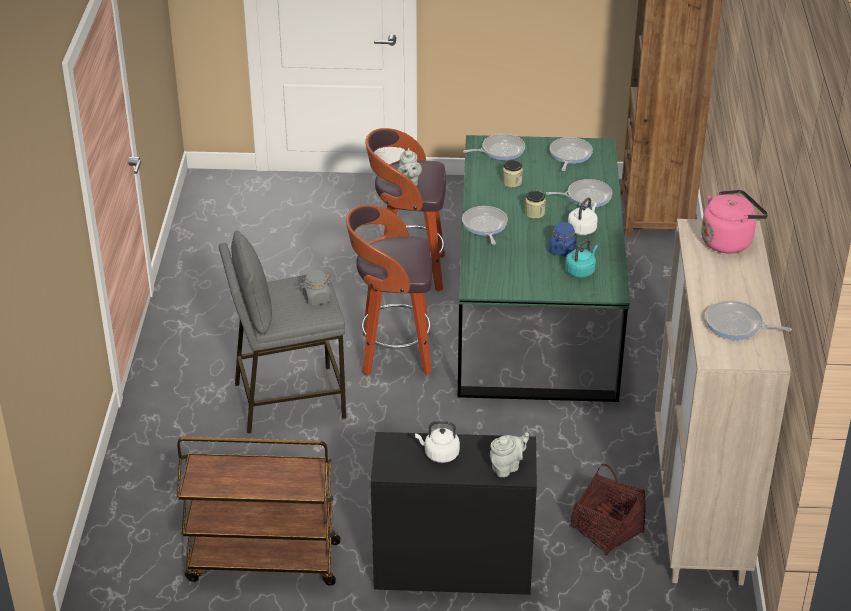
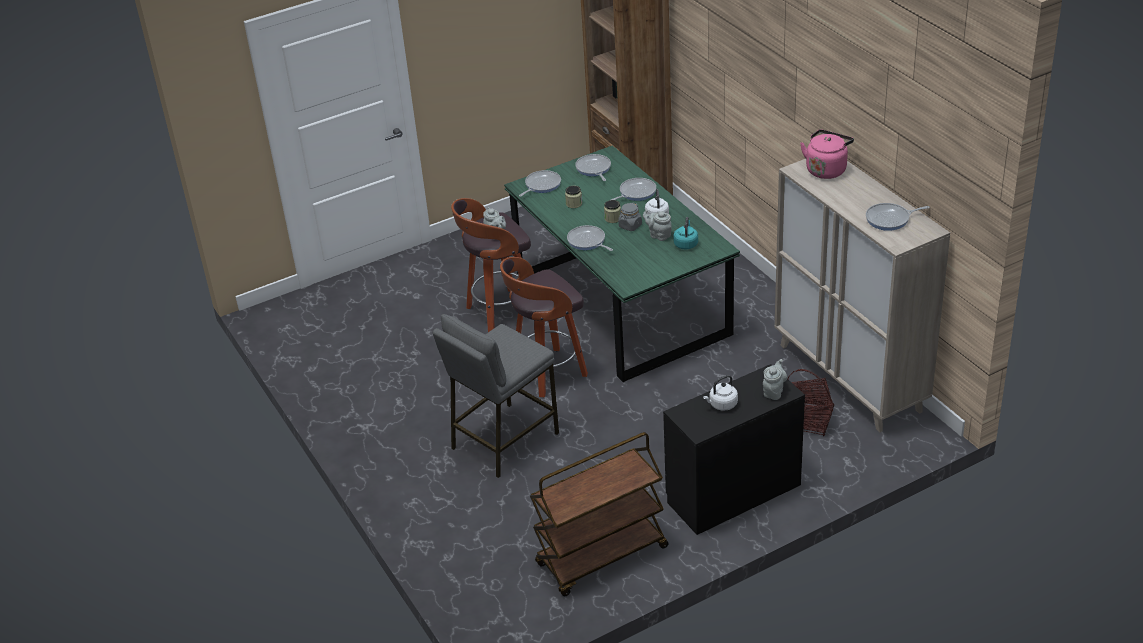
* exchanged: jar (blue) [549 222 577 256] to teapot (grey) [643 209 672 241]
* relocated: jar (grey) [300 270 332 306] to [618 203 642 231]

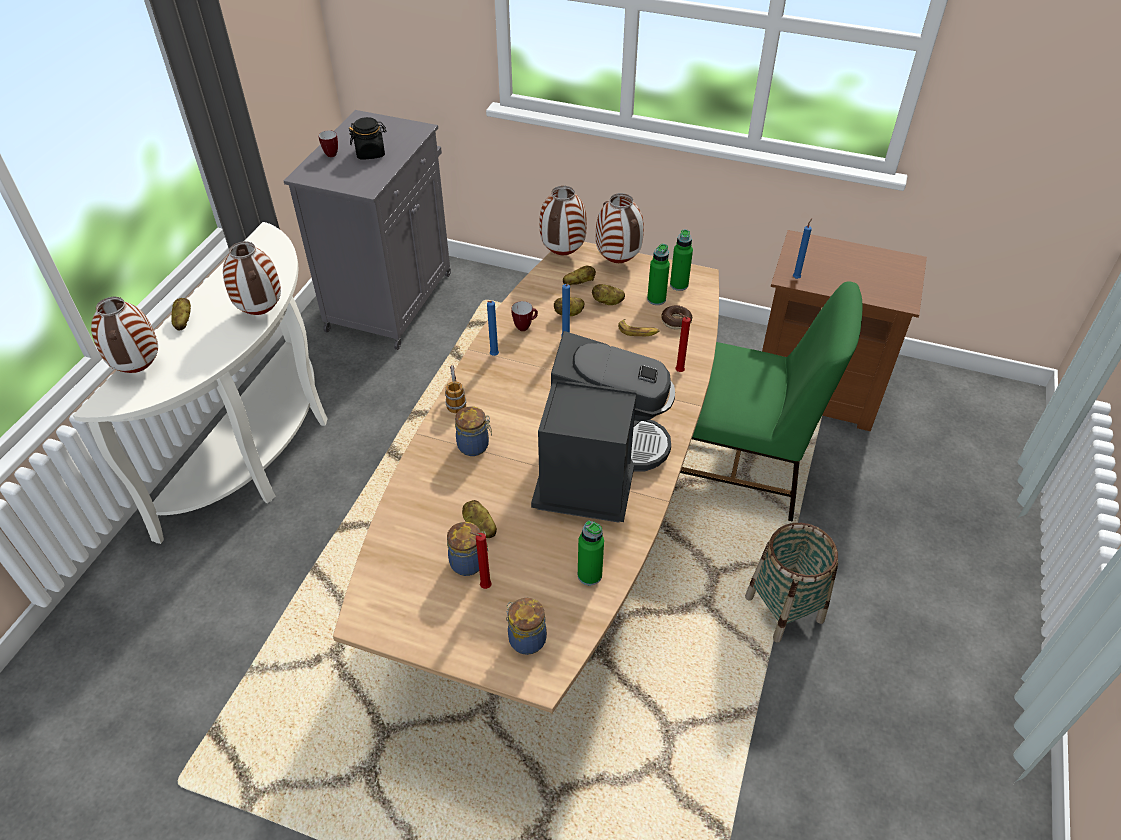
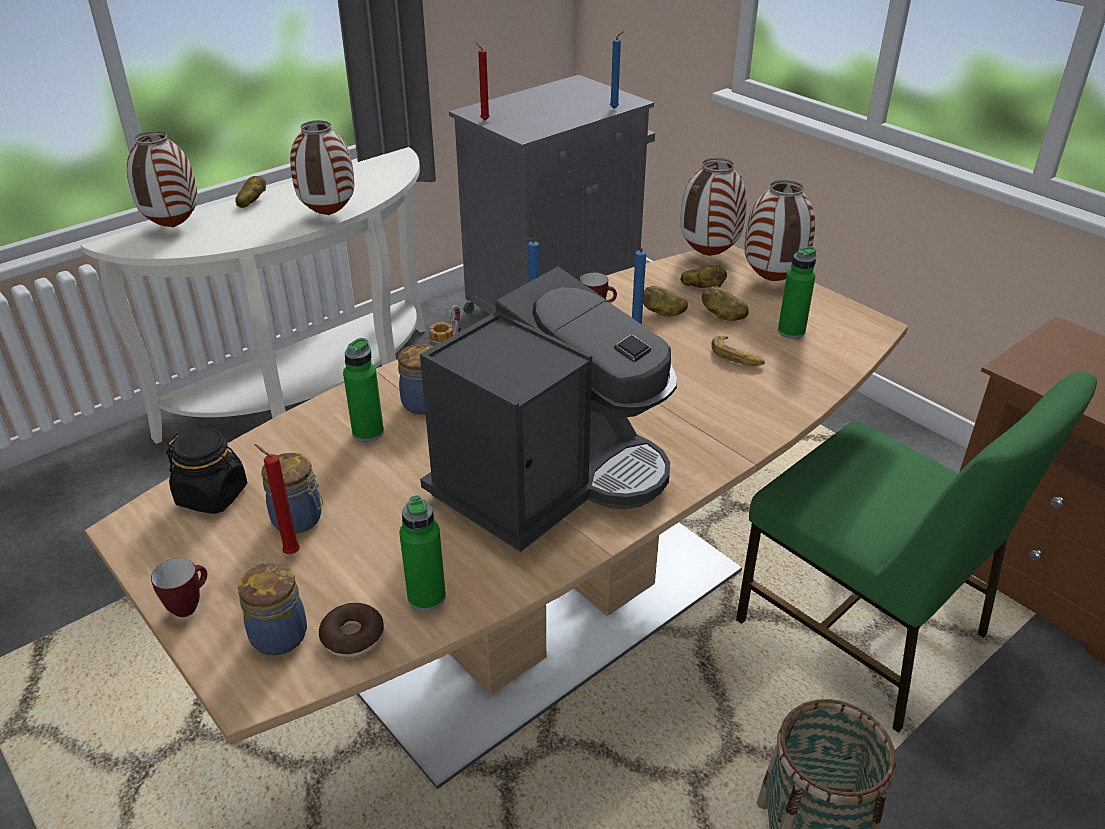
* relocated: jar (black) [349 117 386 159] to [166 428 247 514]
* relocated: mug [318 130 338 157] to [151 558 207 617]
* relocated: candle (blue) [793 218 812 279] to [610 31 624 109]
* relocated: bottle (green) [670 229 693 291] to [343 338 384 442]
* relocated: donut [661 305 692 329] to [319 603 384 658]
* relocated: candle (red) [675 313 691 372] to [475 42 490 120]
* missing: potato [462 500 497 538]

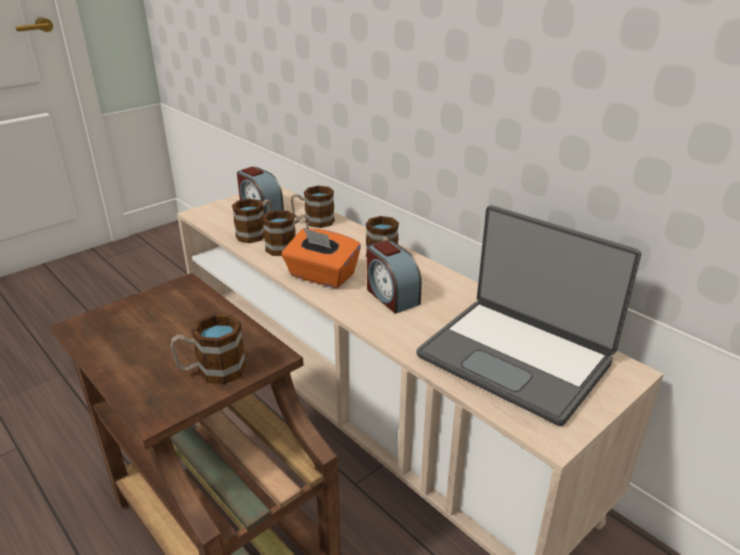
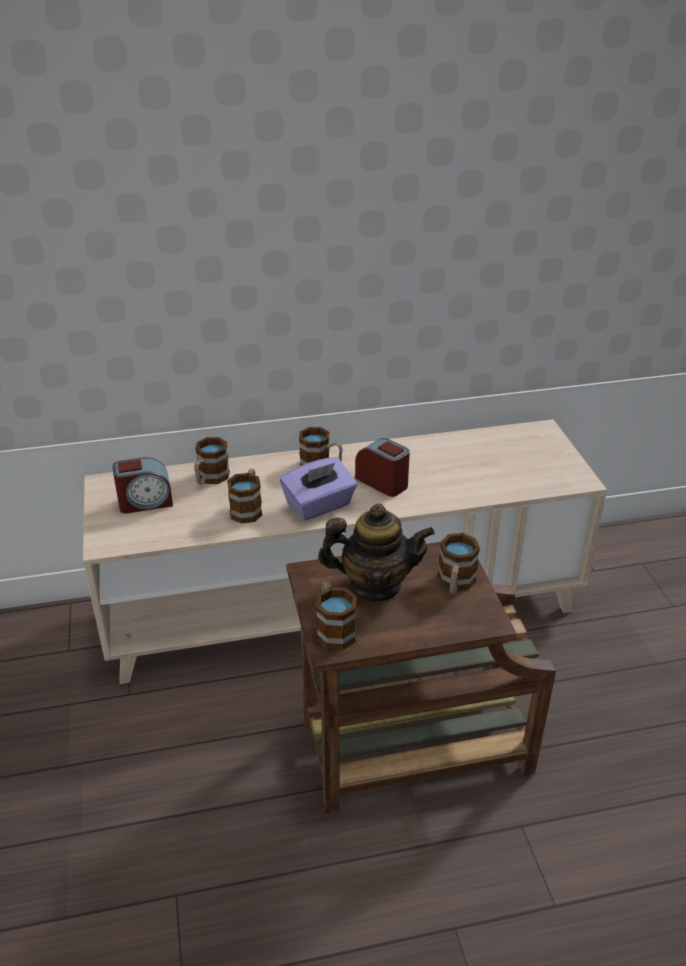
* relocated: mug [232 199 272 243] to [316 580 357 650]
* missing: laptop [416 205 641 426]
* colour: tissue box (orange) [281 227 361 288] to tissue box (purple) [280 458 357 521]
* spun: alarm clock [367 240 422 314] = [355 438 410 497] 135 degrees counterclockwise
* appeared: teapot [318 503 435 602]

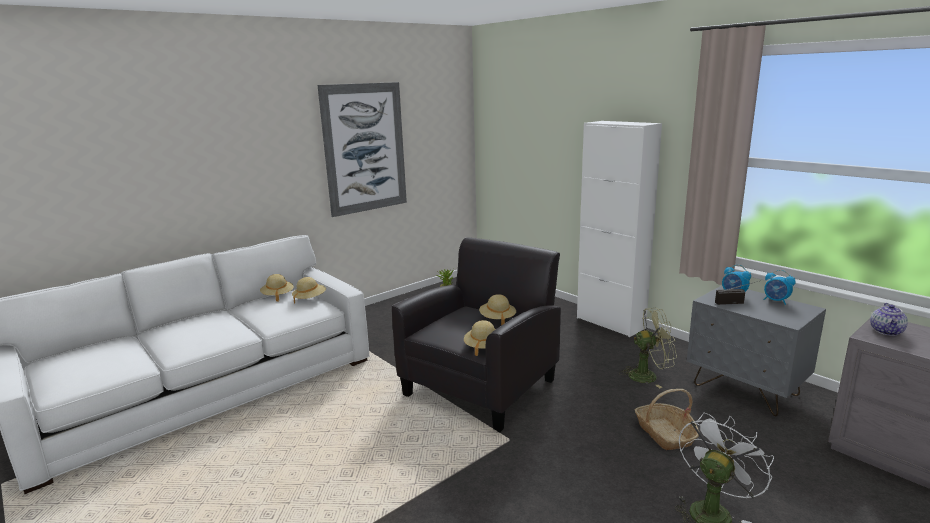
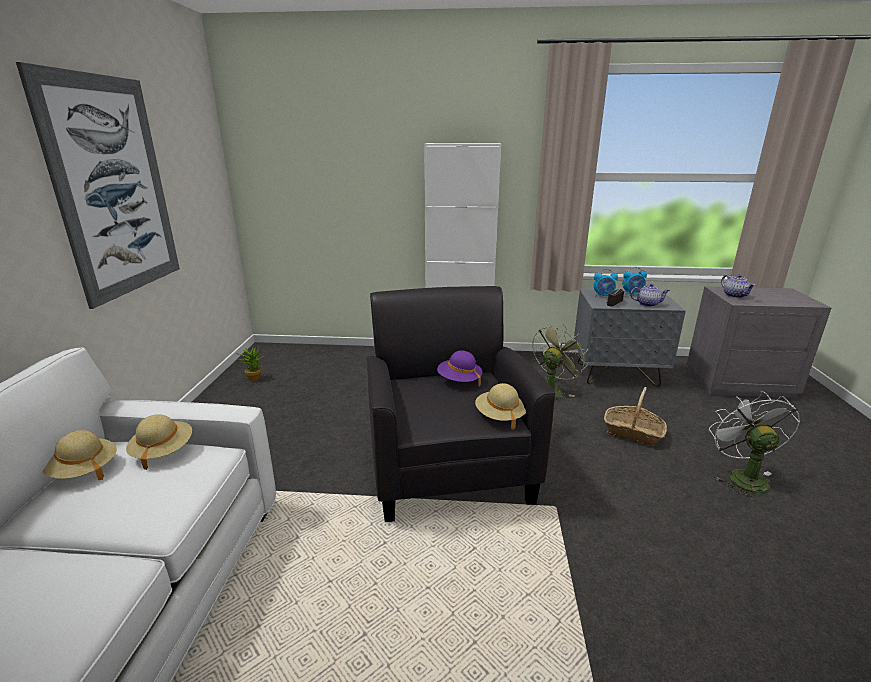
* colour: hat (beige) [479 294 516 325] to hat (purple) [437 350 482 386]
* appeared: teapot [630 284 670 307]

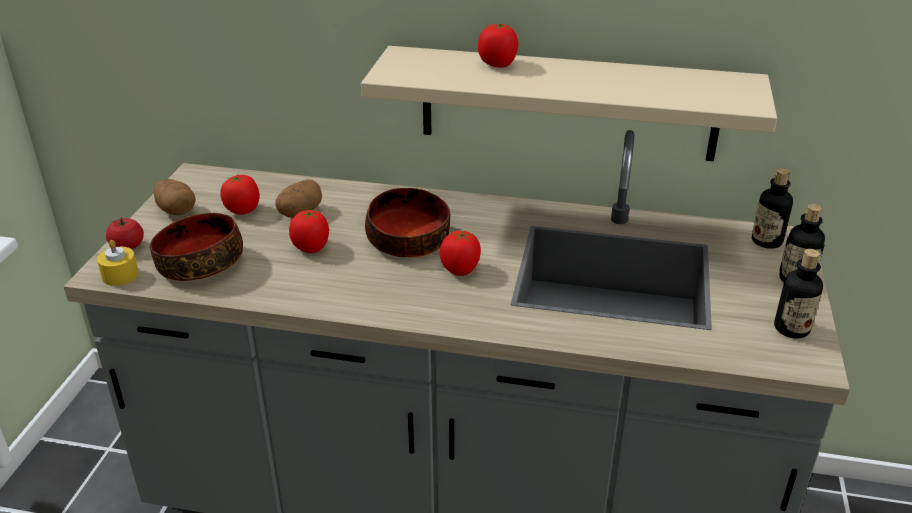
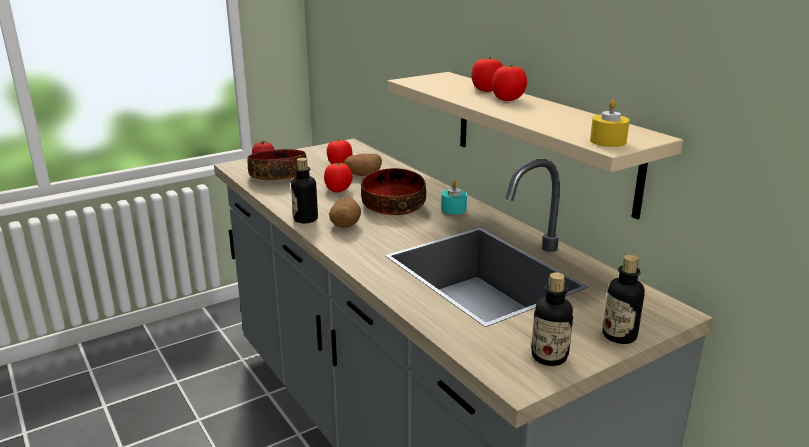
* relocated: bottle [752 168 793 249] to [291 158 318 223]
* relocated: potato [154 179 196 215] to [329 197 361 228]
* relocated: tomato [440 231 481 276] to [492 65 527 101]
* relocated: candle (yellow) [97 240 139 286] to [590 100 630 147]
* appeared: candle (turquoise) [441 181 467 214]

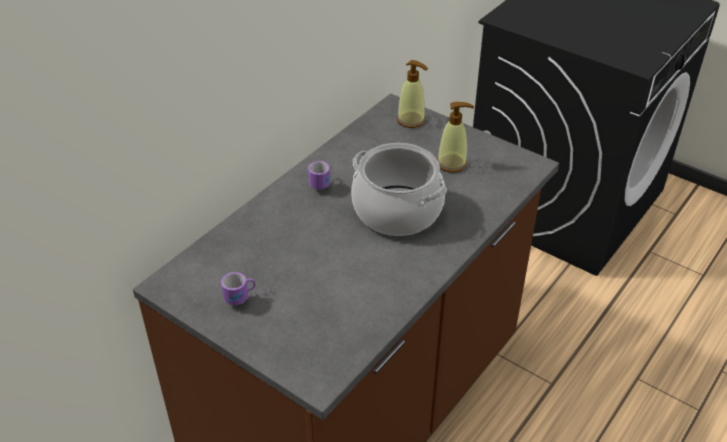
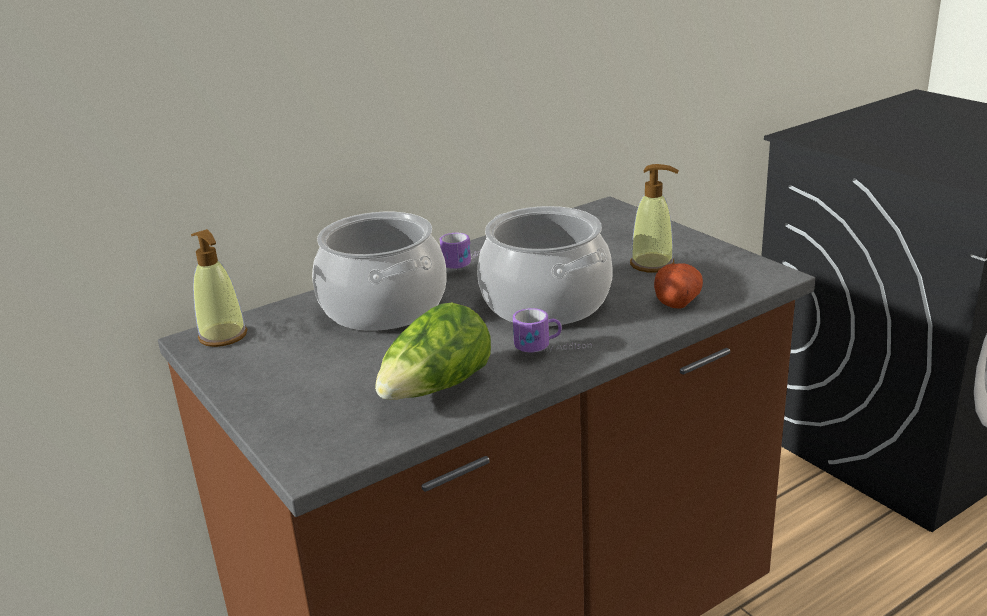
* relocated: soap dispenser [397 60 428 128] to [191 229 247 347]
* relocated: mug [221 272 277 305] to [513 308 592 353]
* appeared: cooking pot [312 212 447 331]
* appeared: potato [654 263 703 309]
* appeared: lettuce [375 303 491 400]

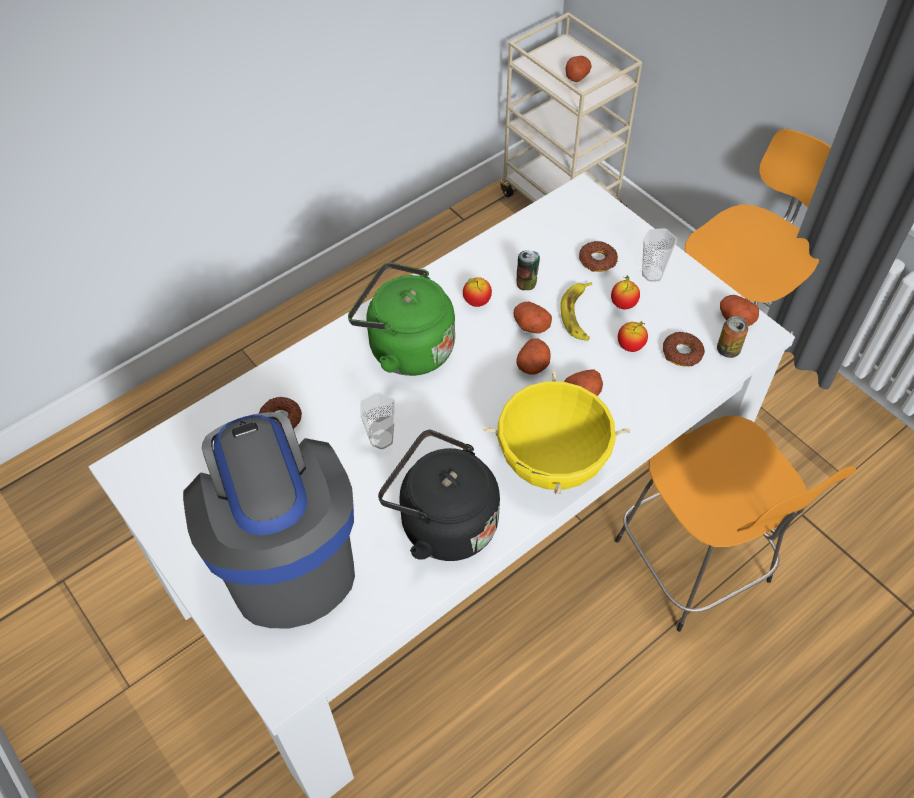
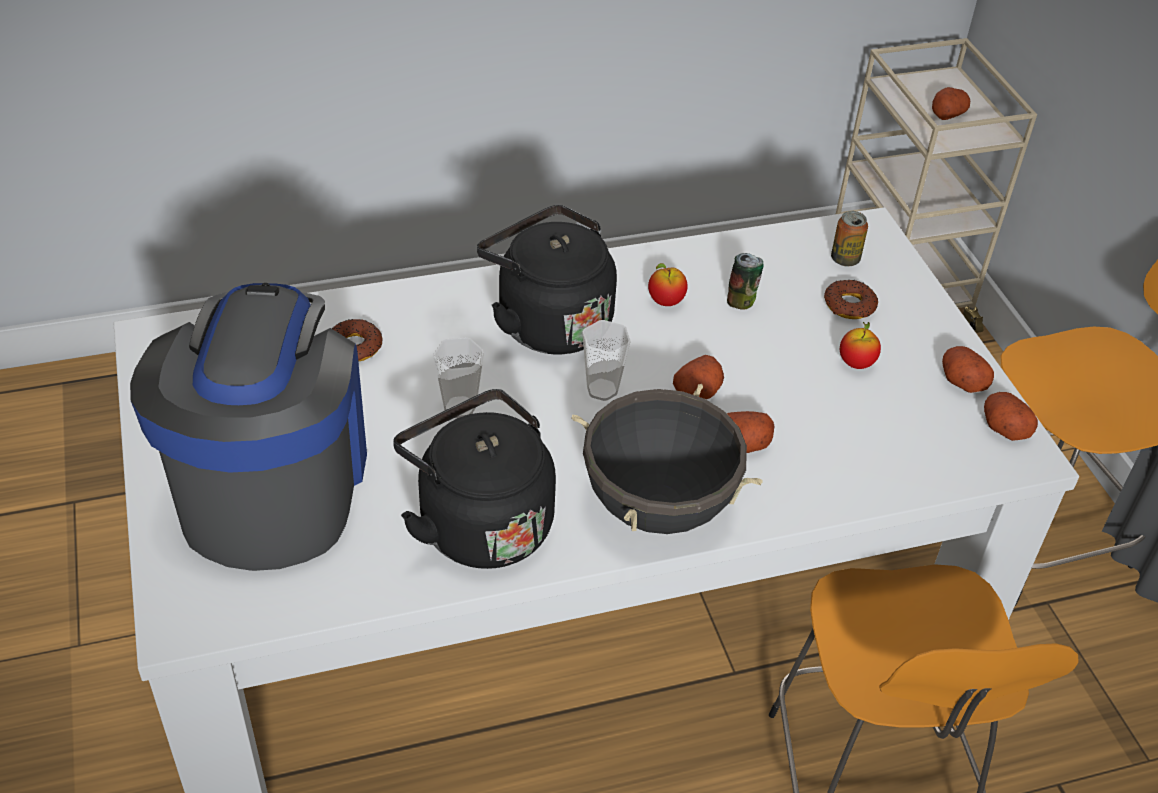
* relocated: cup [642 228 677 282] to [582 320 631 401]
* colour: kettle (green) [348 262 455 376] to kettle (black) [477 205 617 355]
* missing: banana [560 282 592 341]
* relocated: potato [514 302 552 334] to [942 346 994 393]
* relocated: can [717 316 748 358] to [831 211 868 267]
* missing: apple [618 321 648 352]
* missing: donut [663 332 705 366]
* colour: cooking pot (yellow) [483 370 631 494] to cooking pot (black) [571 384 763 534]

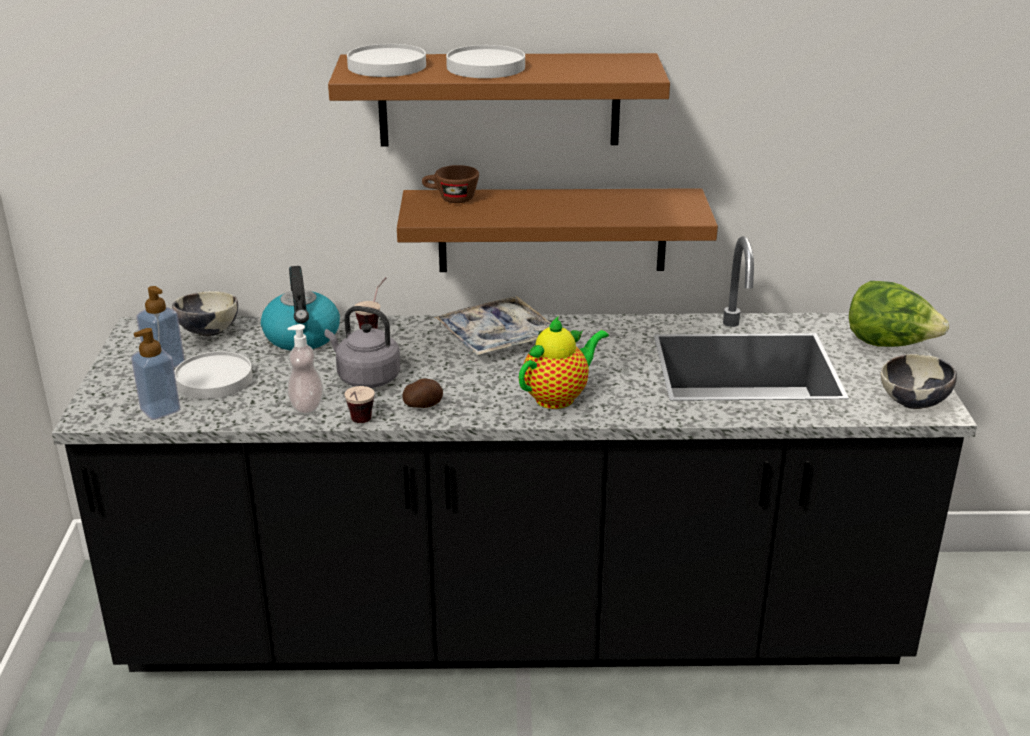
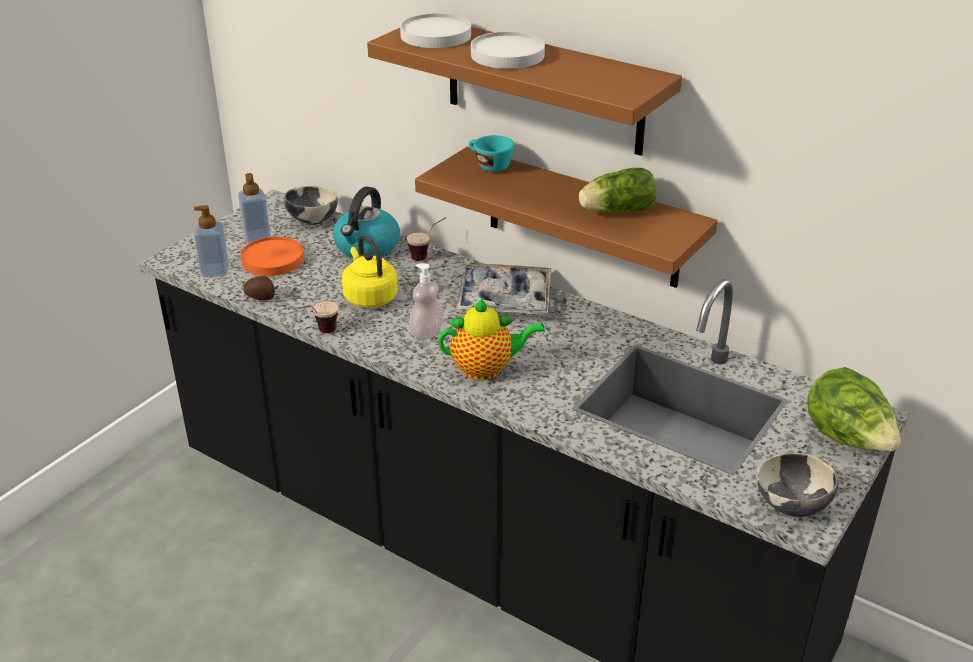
* colour: cup (brown) [422 165 479 203] to cup (turquoise) [469 135 514 172]
* colour: kettle (grey) [324 306 400 388] to kettle (yellow) [342 235 398 308]
* relocated: soap dispenser [287 324 323 414] to [409 263 444 340]
* colour: plate (white) [174 351 253 399] to plate (orange) [240 237 304 276]
* relocated: potato [402 378 443 408] to [243 276 275 300]
* appeared: lettuce [579 168 657 213]

